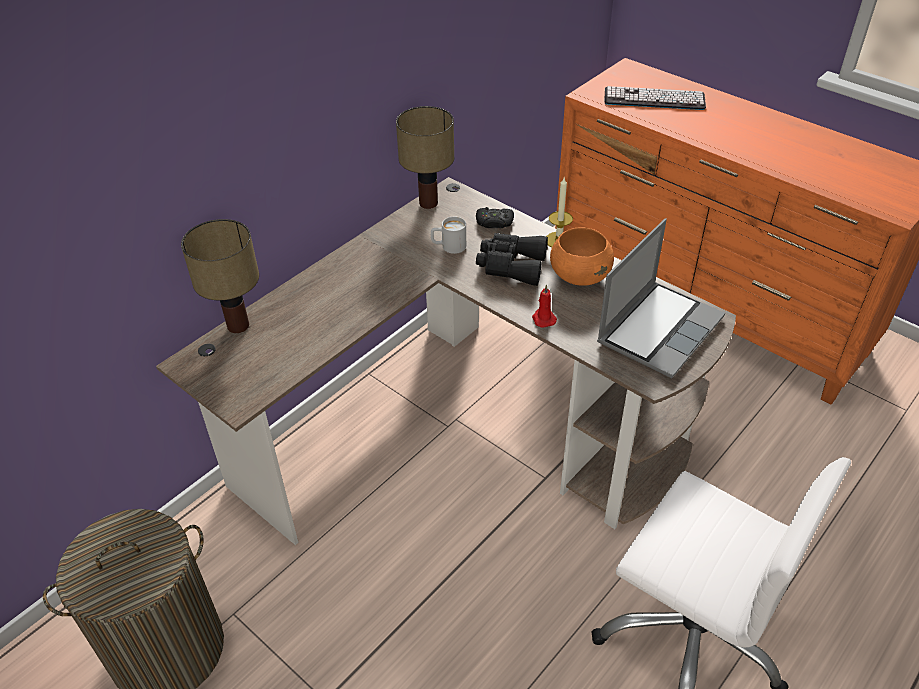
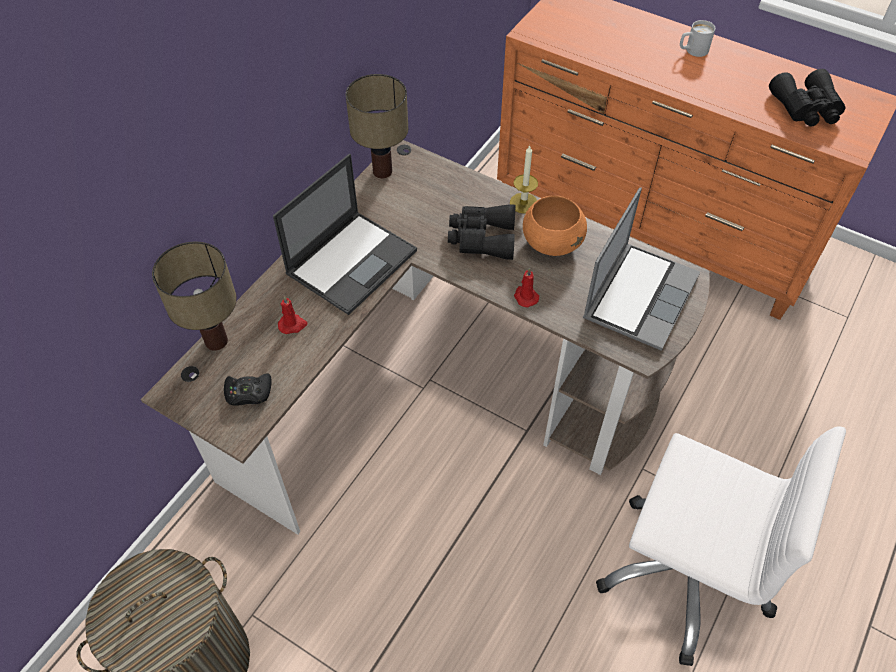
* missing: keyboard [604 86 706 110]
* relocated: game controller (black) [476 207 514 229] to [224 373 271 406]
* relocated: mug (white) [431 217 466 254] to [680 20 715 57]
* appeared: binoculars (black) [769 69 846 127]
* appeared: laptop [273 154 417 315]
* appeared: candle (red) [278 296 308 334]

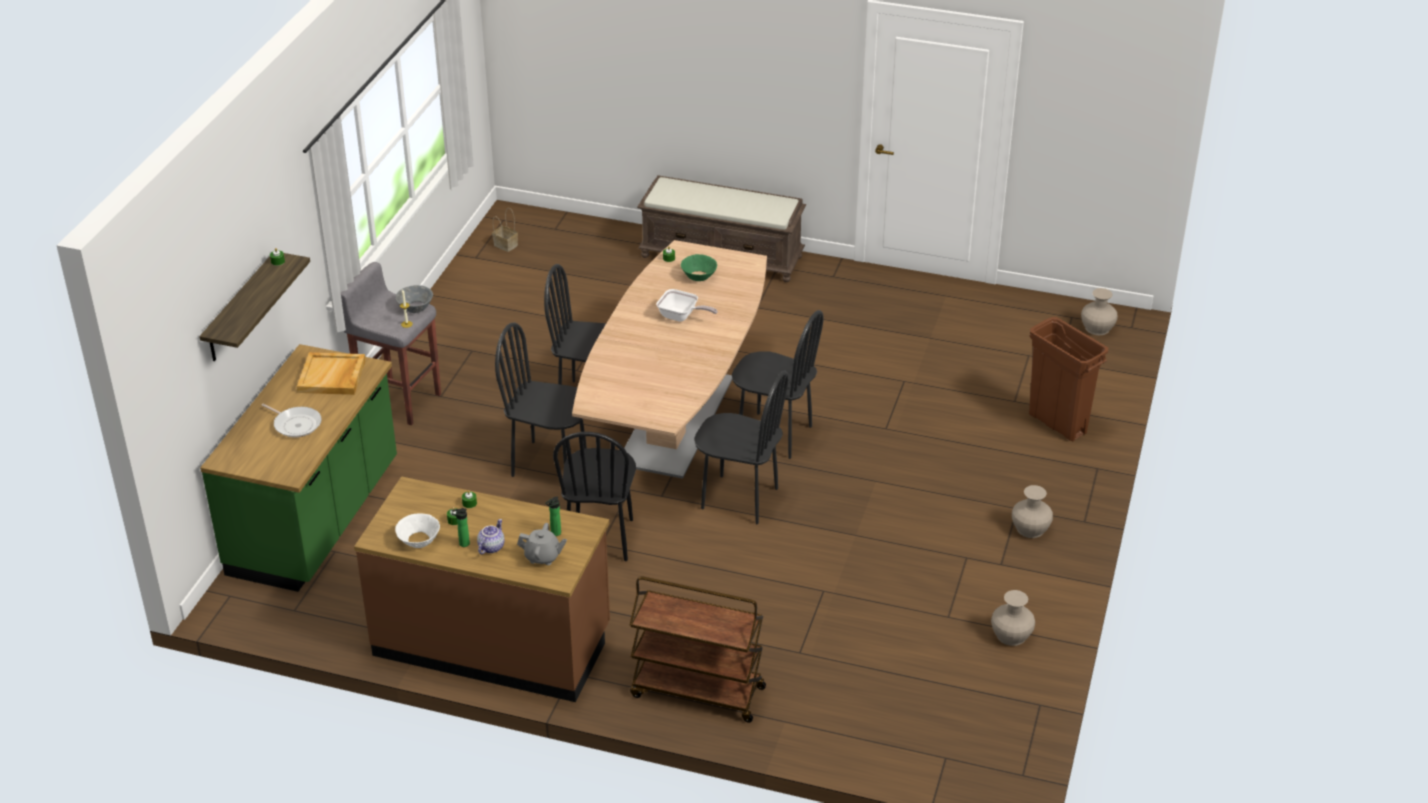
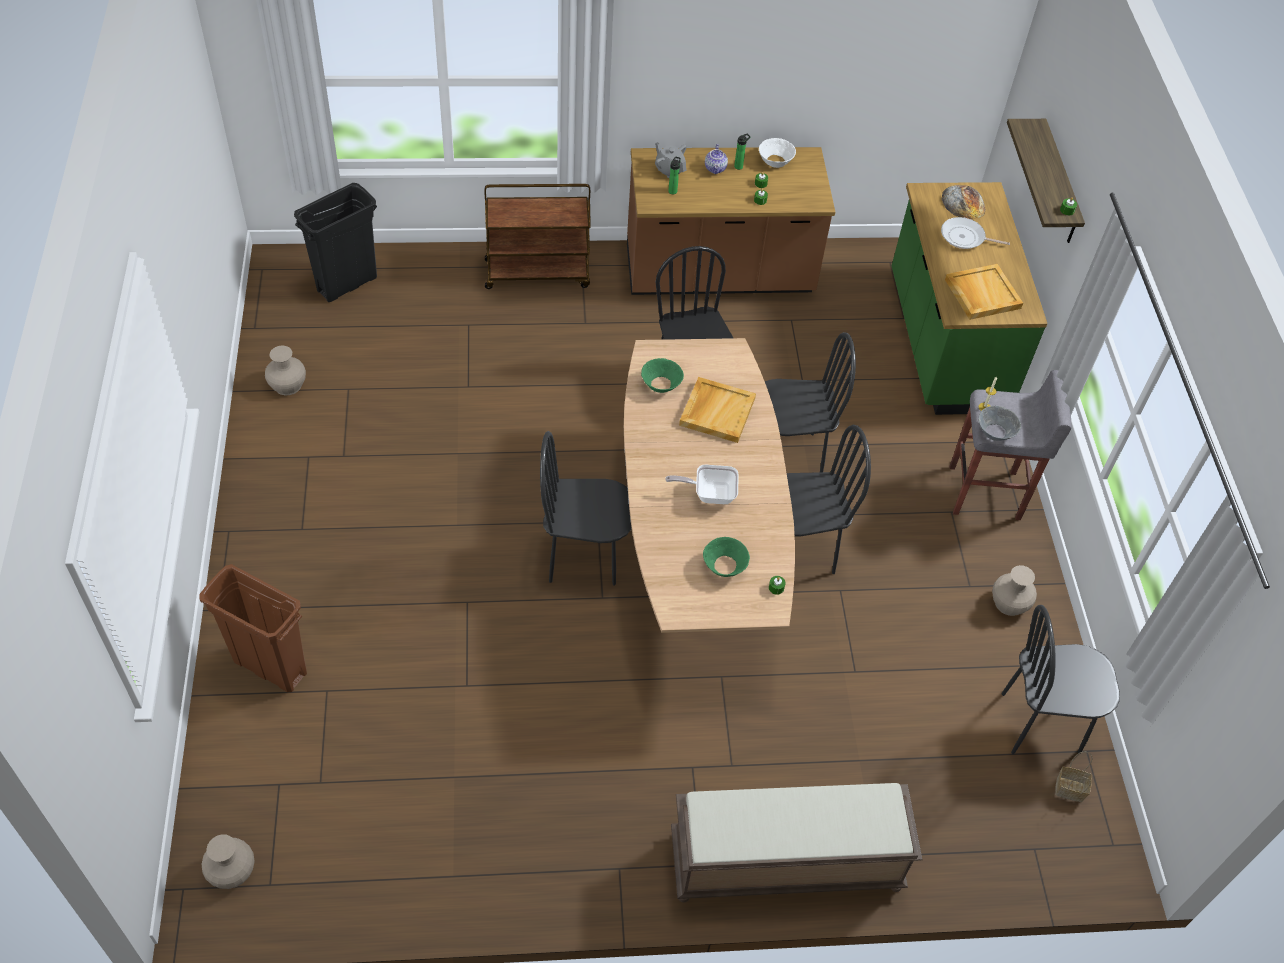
* relocated: chair (black) [694 371 789 524] to [1002 605 1120 754]
* relocated: vase (beige) [1012 485 1053 538] to [992 565 1037 616]
* spun: teapot (grey) [517 523 567 565] = [655 142 687 178] 60 degrees clockwise
* appeared: trash can (black) [294 183 377 302]
* appeared: bread [942 185 985 219]
* appeared: bowl (green) [641 358 684 393]
* appeared: tray (beige) [679 377 756 443]

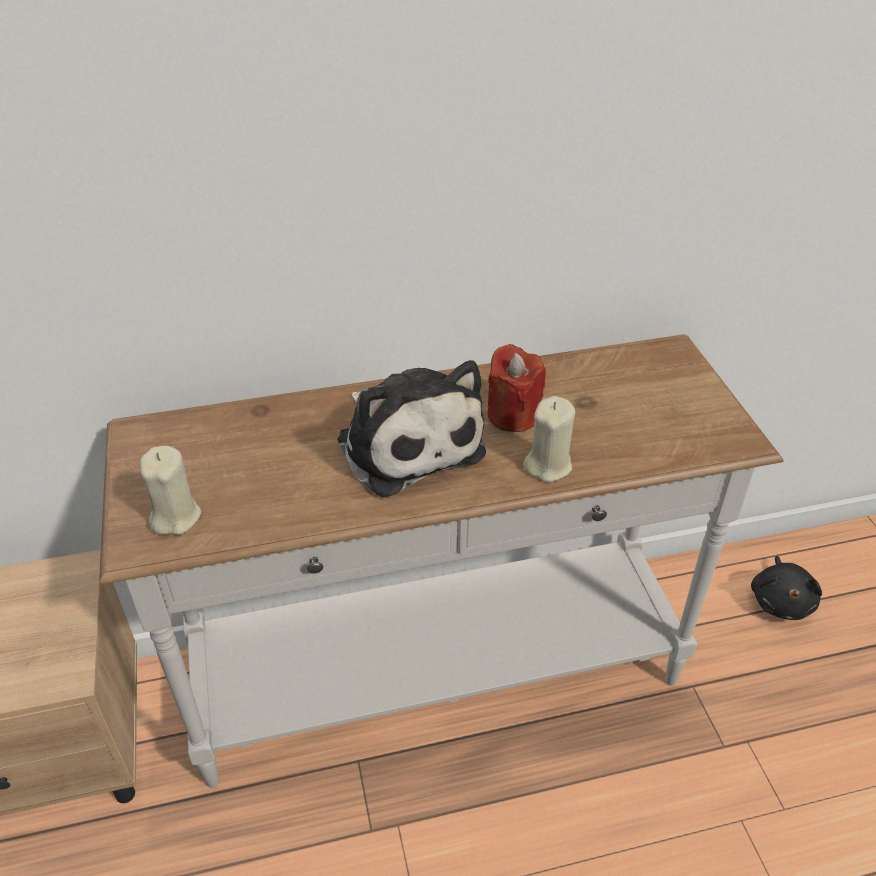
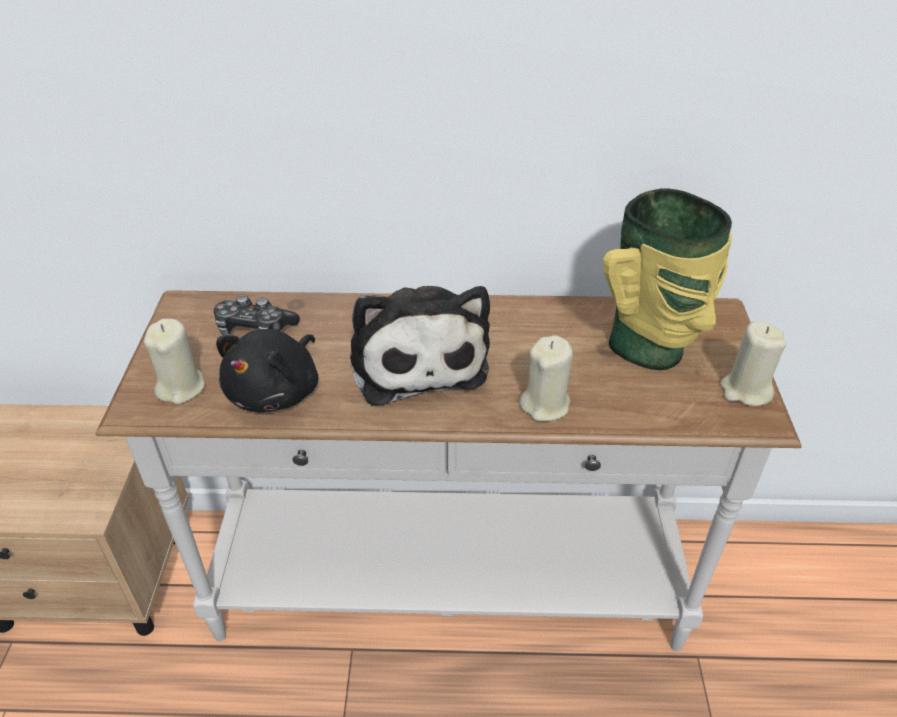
* missing: candle (red) [488 344 546 432]
* relocated: plush toy (black) [751 556 822 620] to [216 329 318 412]
* appeared: vase [603 188 732 370]
* appeared: game controller [214 294 300 335]
* appeared: candle (beige) [720 321 786 406]

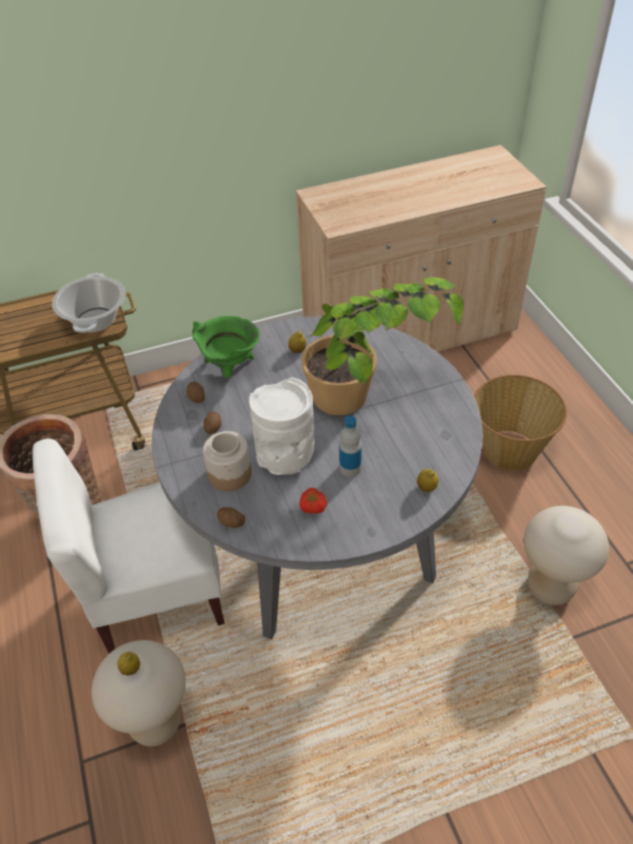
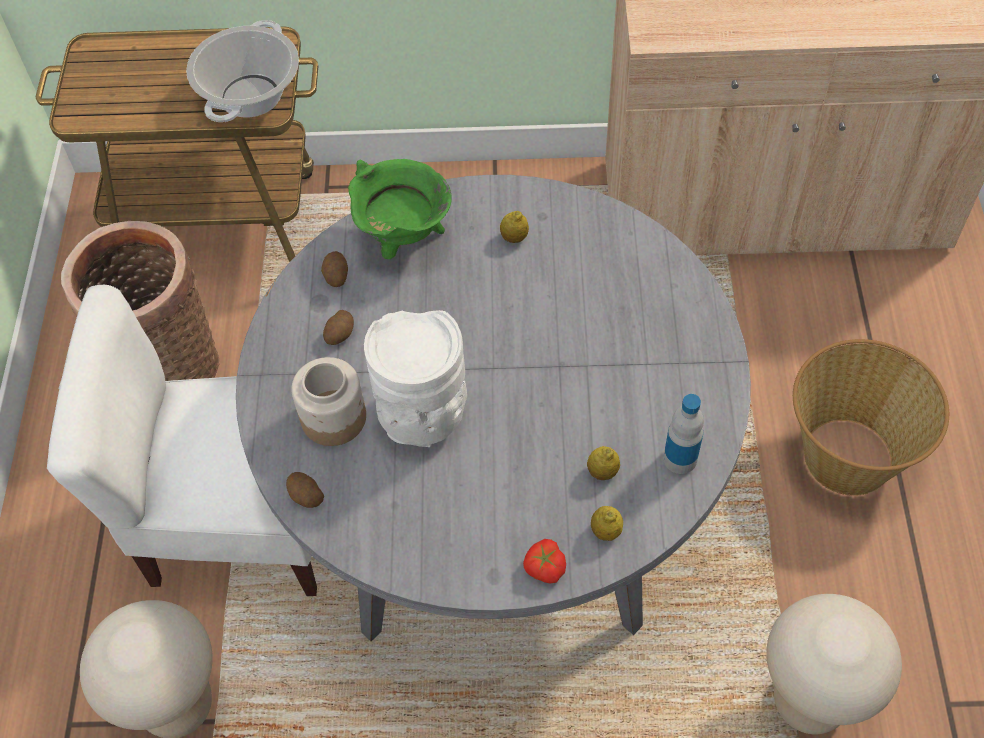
* missing: potted plant [301 277 464 415]
* relocated: bottle [339 416 362 477] to [663 394 704 474]
* relocated: tomato [300 488 327 514] to [523 539 566 583]
* relocated: lemon [117 652 140 676] to [587 446 620 480]

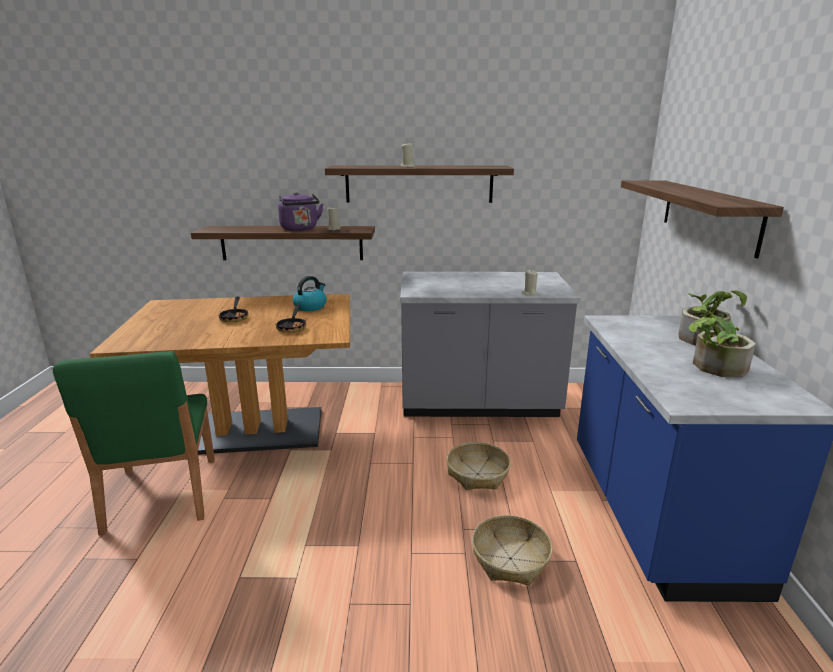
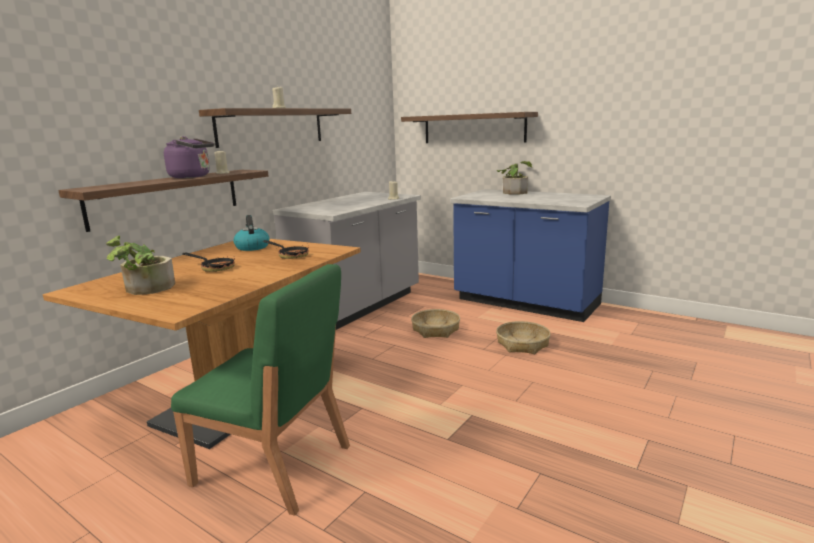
* relocated: potted plant [688 303 756 377] to [106 236 175 295]

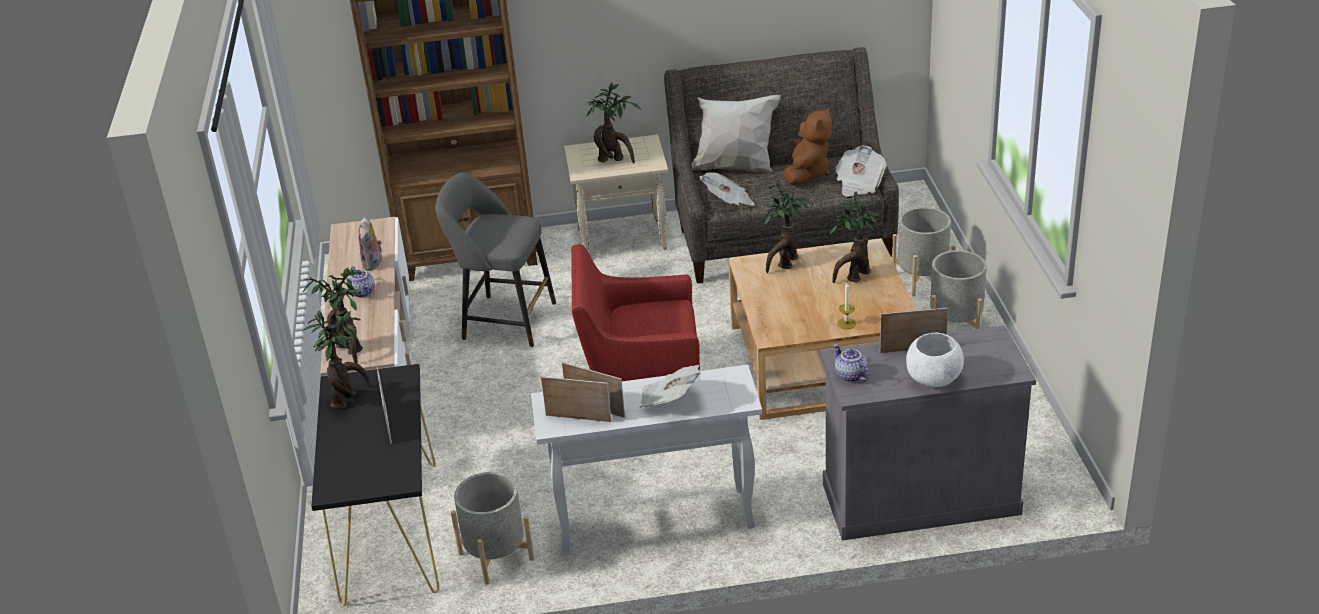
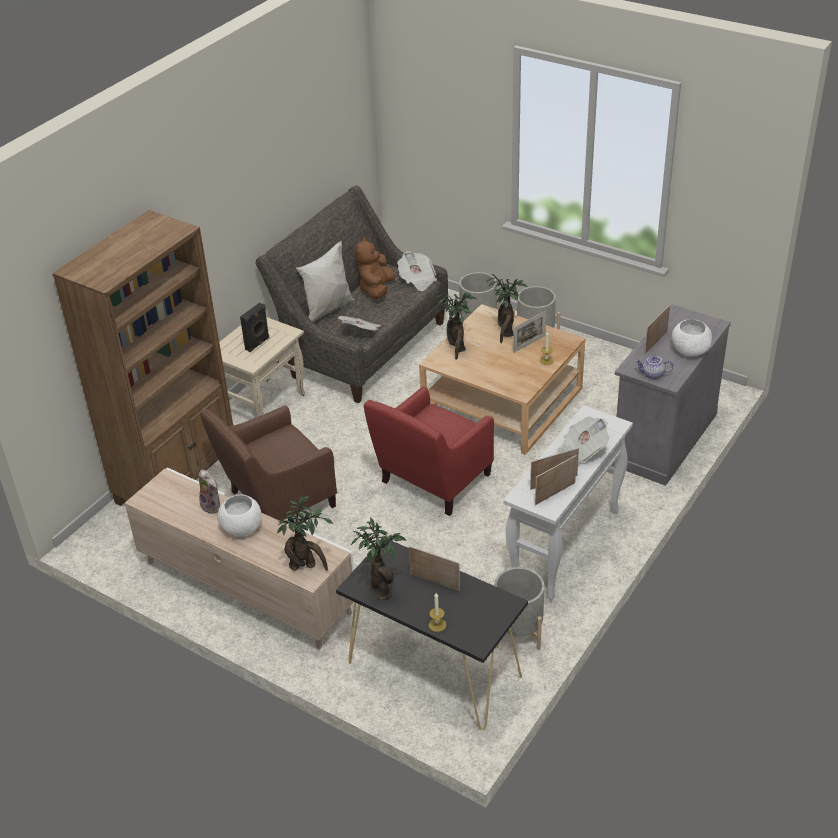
* exchanged: potted plant [587 83 641 164] to speaker (black) [240 303 270 352]
* spun: plush toy (brown) [783 107 832 185] = [355 237 395 299] 135 degrees counterclockwise
* exchanged: stool (grey) [435 173 556 347] to armchair (brown) [200 405 337 521]
* exchanged: teapot [347 266 375 298] to bowl (white) [217 494 262 536]
* appeared: picture frame [513 311 546 353]
* appeared: candle [429 593 446 632]

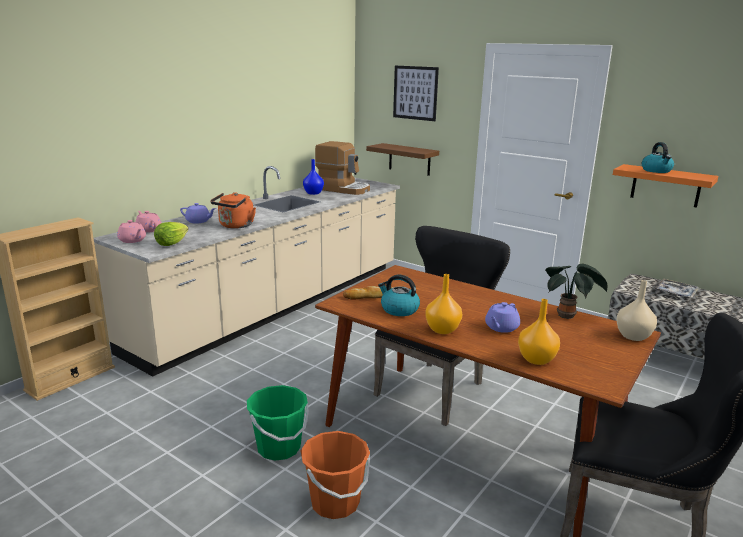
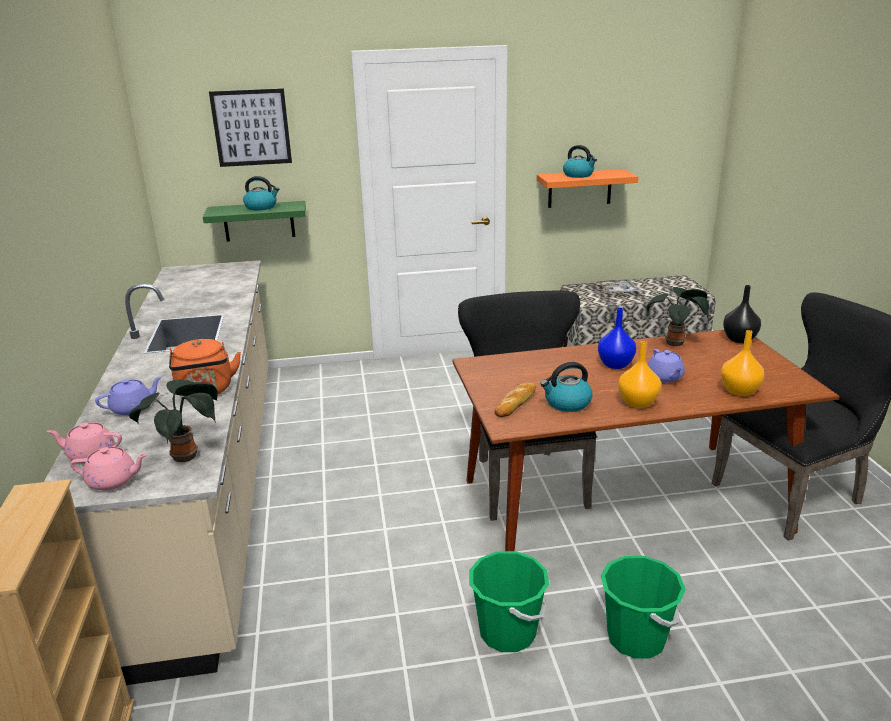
* missing: coffee machine [315 141 370 195]
* colour: shelf (brown) [366 143 439 176] to shelf (green) [203 201 306 241]
* relocated: vase (blue) [303 159 324 195] to [598 308 636 369]
* exchanged: lettuce [154 222 188 246] to potted plant [129 380 217 462]
* colour: vase (beige) [617 280 657 341] to vase (black) [723 285 761 343]
* colour: bucket (orange) [301 431 370 519] to bucket (green) [601 556 686 659]
* appeared: kettle [243 176 279 211]

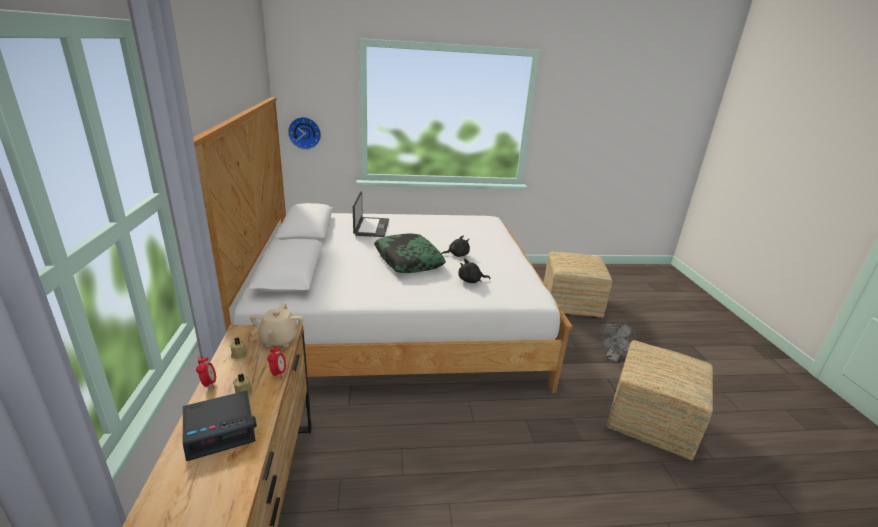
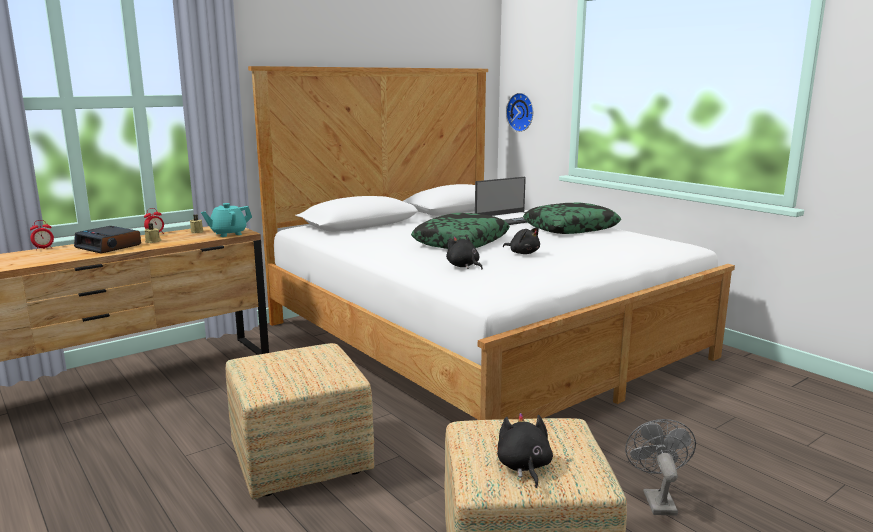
* relocated: ottoman [544 252 612 318] to [226 343 374 500]
* colour: teapot (beige) [250 303 304 347] to teapot (turquoise) [201 203 252 237]
* spun: fan (grey) [599 320 636 363] = [625 419 696 516] 90 degrees clockwise
* relocated: alarm clock [267 346 286 379] to [30 220 54 250]
* appeared: pillow [523 203 621 234]
* appeared: plush toy (black) [497 413 553 488]

